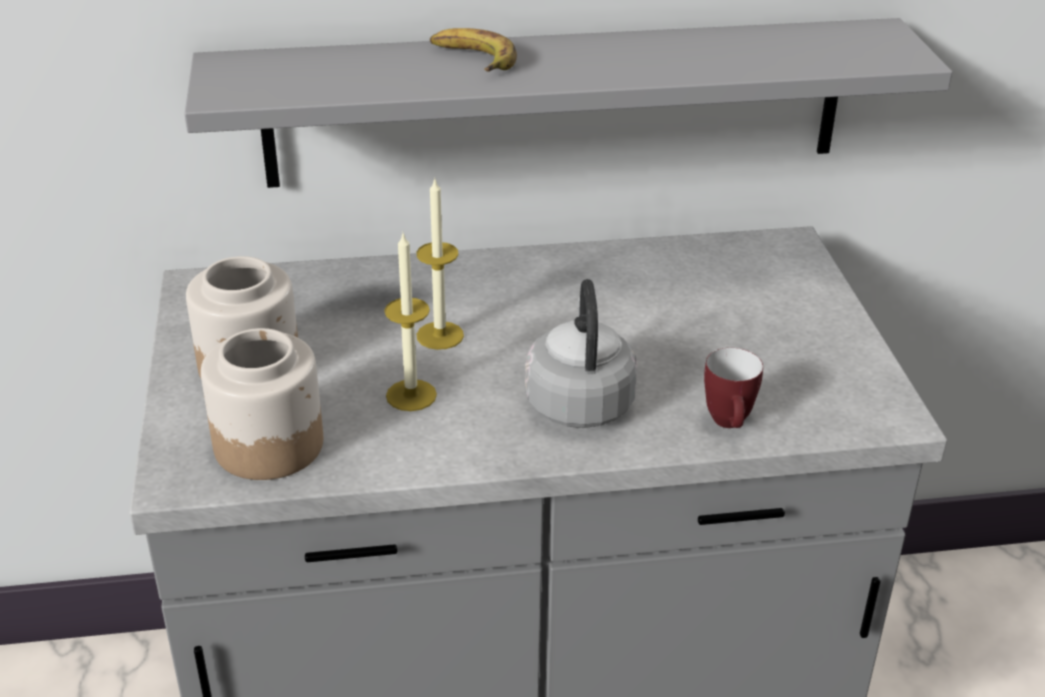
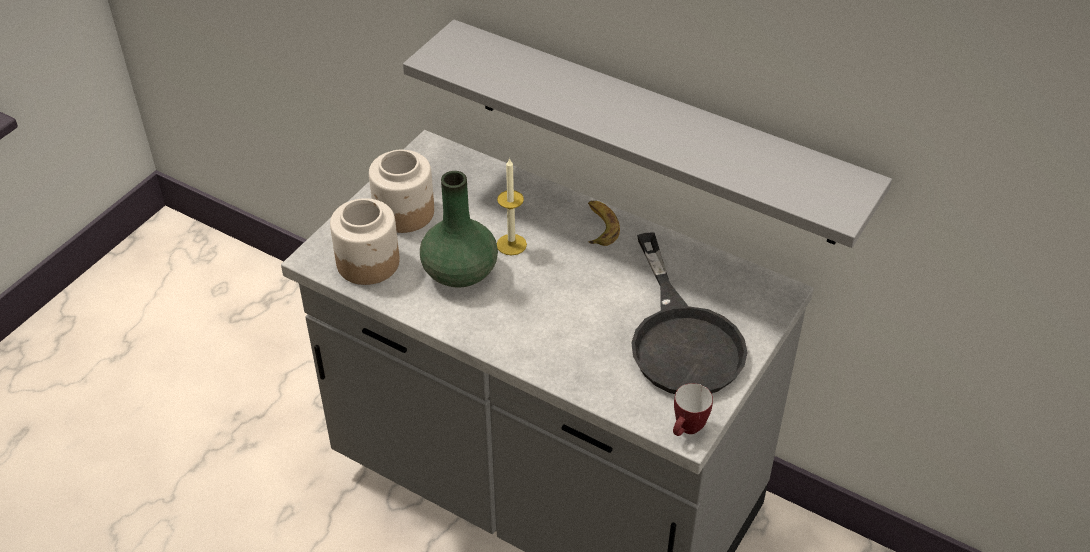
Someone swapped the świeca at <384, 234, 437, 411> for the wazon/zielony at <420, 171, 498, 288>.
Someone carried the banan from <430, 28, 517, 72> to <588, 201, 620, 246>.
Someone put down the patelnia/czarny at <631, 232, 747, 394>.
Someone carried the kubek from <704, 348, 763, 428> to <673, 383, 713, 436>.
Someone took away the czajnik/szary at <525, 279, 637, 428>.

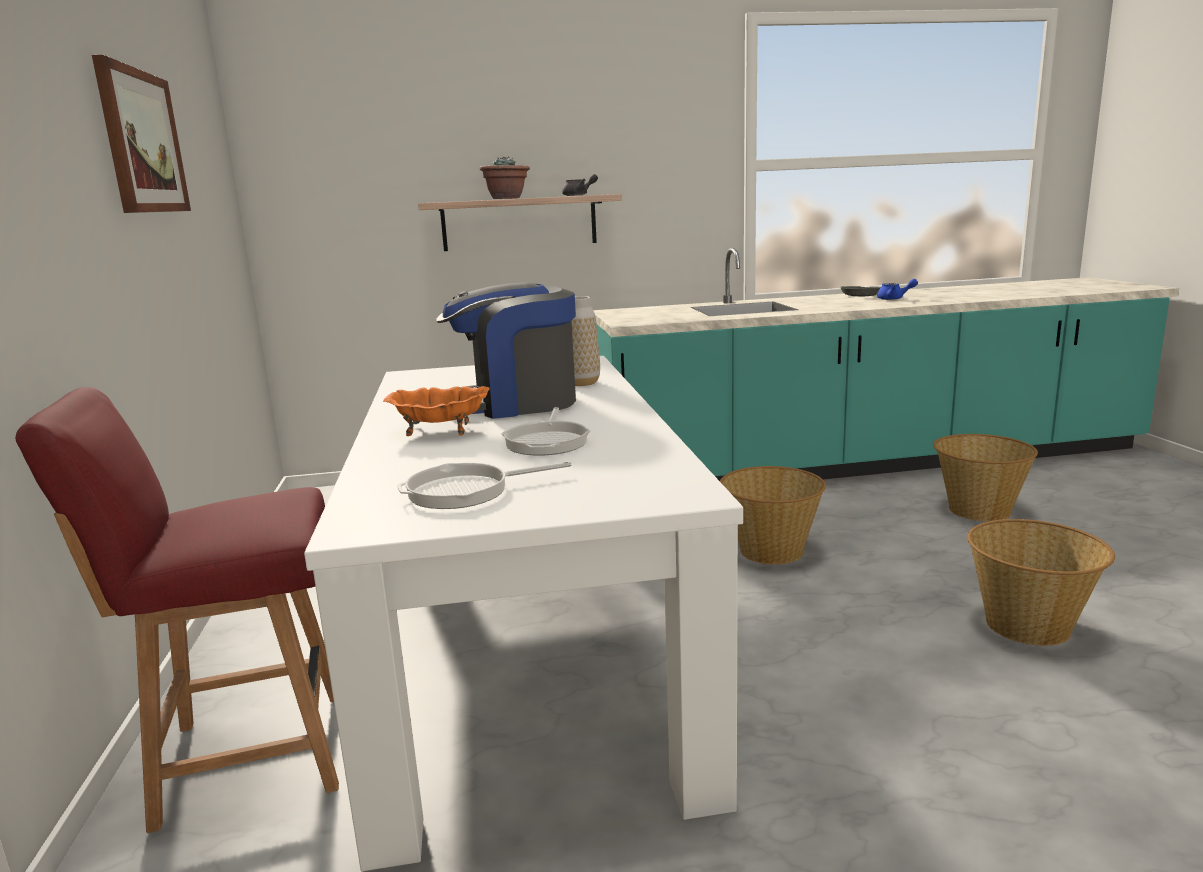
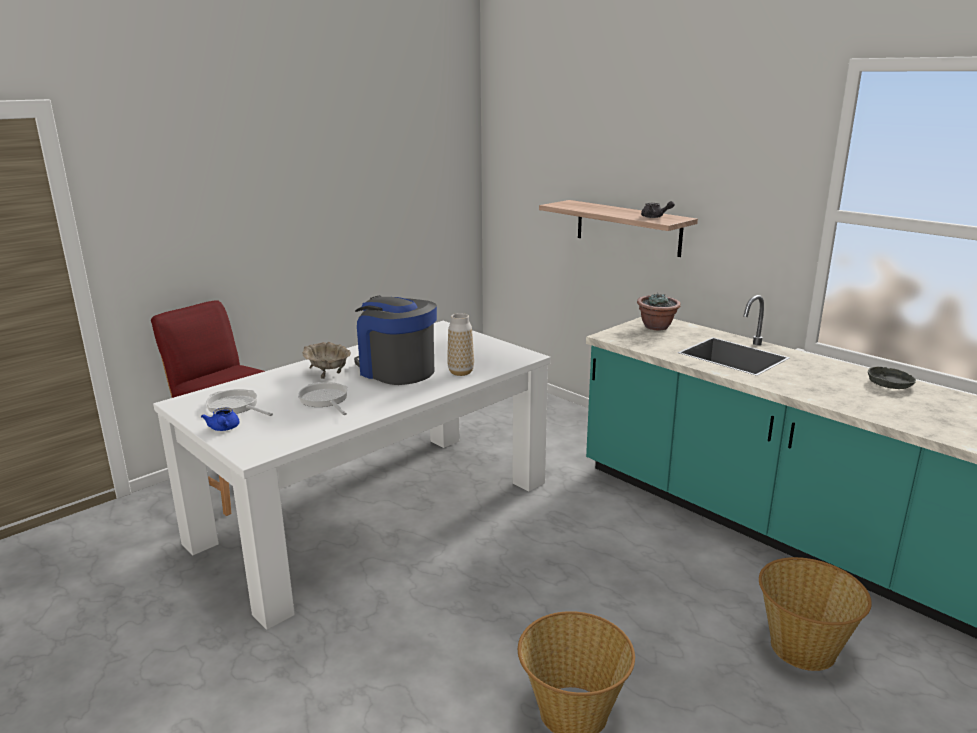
Someone carried the imbryk/niebieski from <877, 279, 918, 300> to <201, 407, 240, 431>.
Someone rotated the patelnia at <501, 407, 591, 456> by 90 degrees clockwise.
Someone repainted the miska/pomarańczowy at <383, 386, 490, 436>, which became the miska/beżowy at <302, 342, 351, 379>.
Someone carried the roślina doniczkowa from <480, 156, 530, 199> to <637, 293, 681, 330>.
Someone took away the obraz at <92, 55, 191, 213>.
Someone took away the koszyk at <720, 466, 826, 565>.

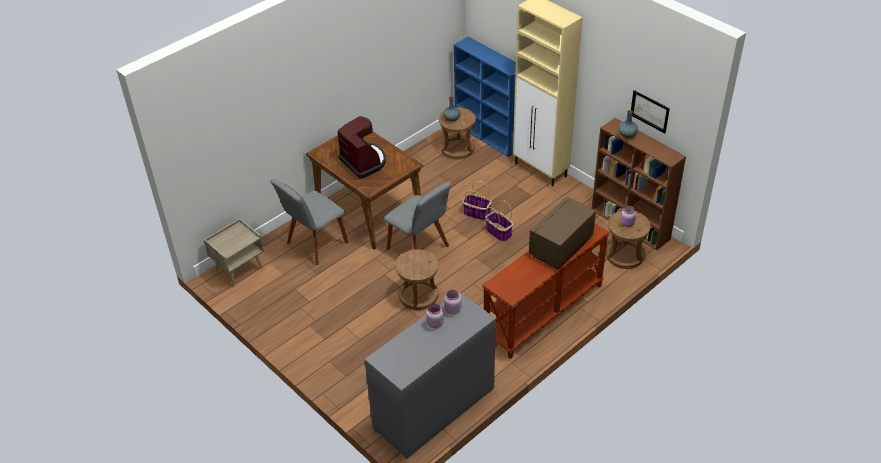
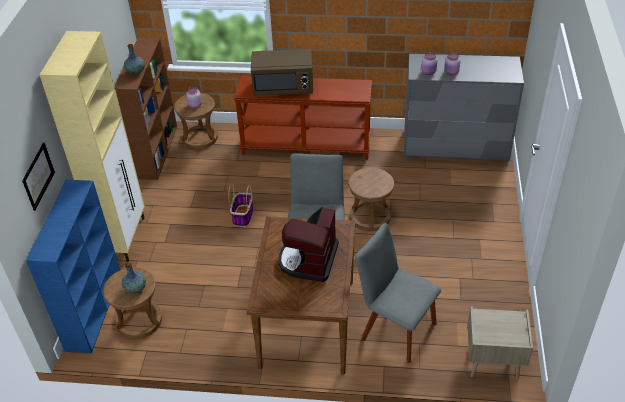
Someone carried the obraz from <631, 90, 670, 134> to <22, 143, 55, 211>.
Someone rotated the krzesło/szary at <271, 179, 349, 265> by 150 degrees counterclockwise.
Someone took away the koszyk at <463, 181, 492, 220>.

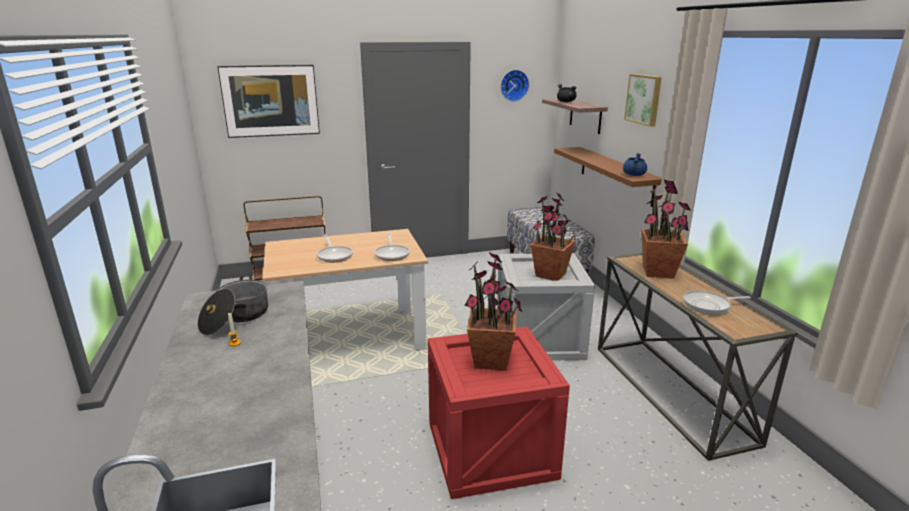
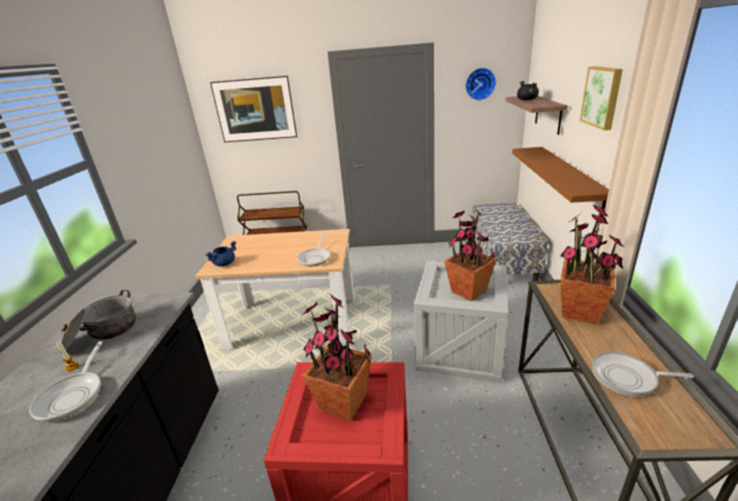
Someone carried the patelnia from <317, 235, 353, 263> to <29, 341, 103, 422>.
Someone carried the garnek/niebieski from <623, 153, 647, 176> to <205, 241, 236, 267>.

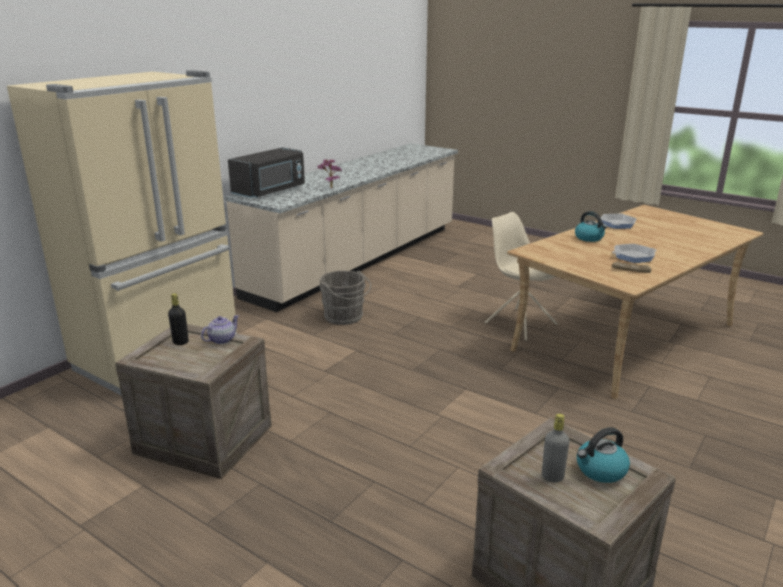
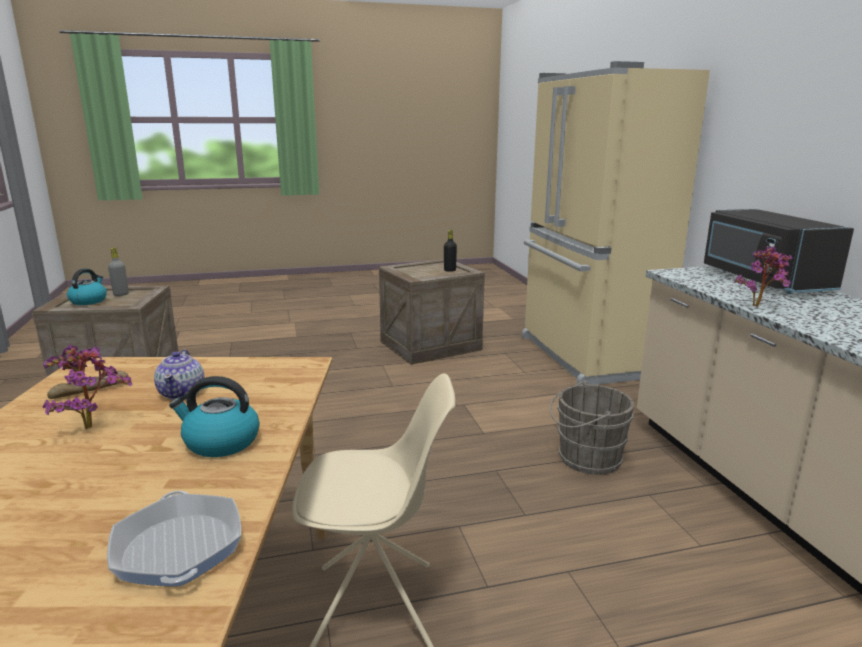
Someone swapped the patelnia at <612, 244, 657, 263> for the roślina doniczkowa at <43, 345, 132, 429>.
Someone carried the imbryk from <201, 315, 239, 344> to <154, 350, 204, 400>.

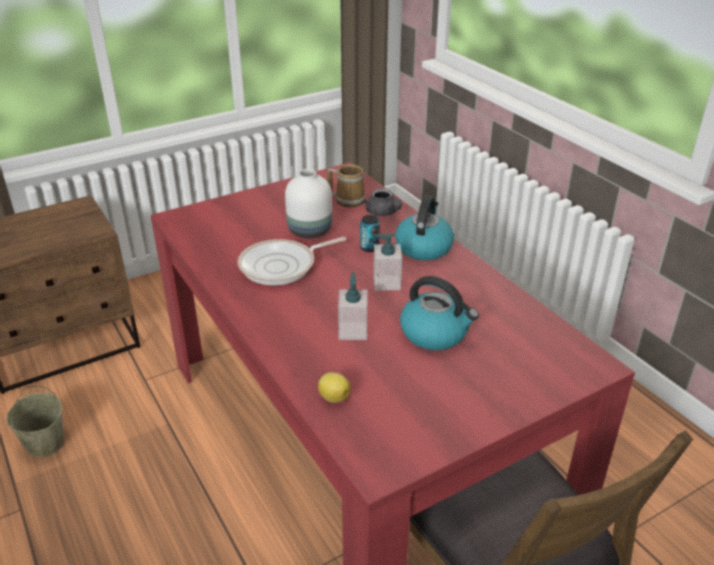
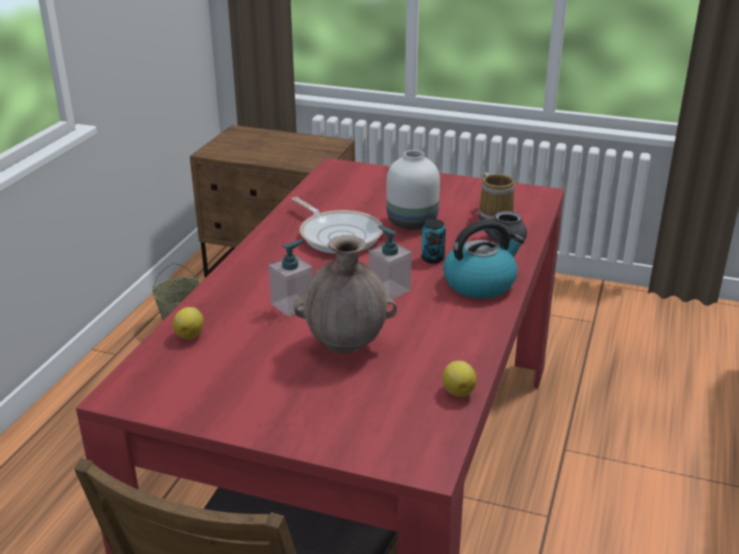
Someone rotated the patelnia at <237, 237, 346, 285> by 150 degrees counterclockwise.
Someone swapped the czajnik at <400, 276, 479, 350> for the wazon/brązowy at <294, 235, 397, 354>.
Someone put down the cytryna at <442, 361, 477, 397>.

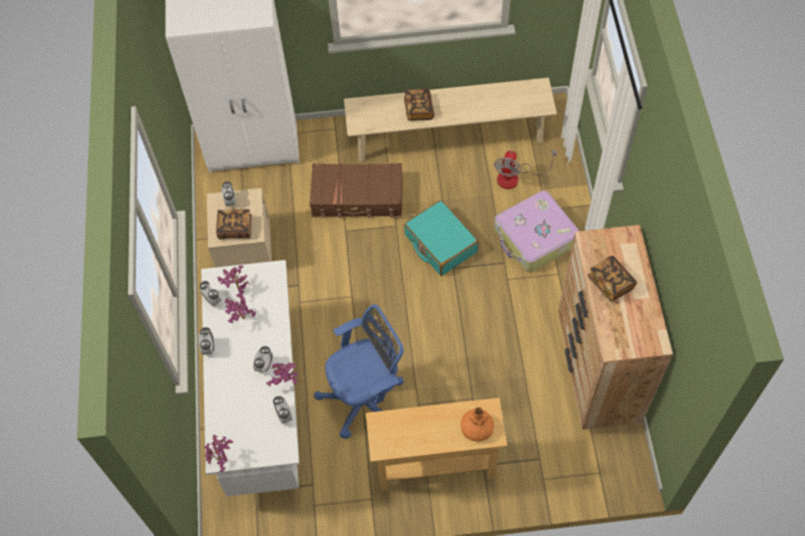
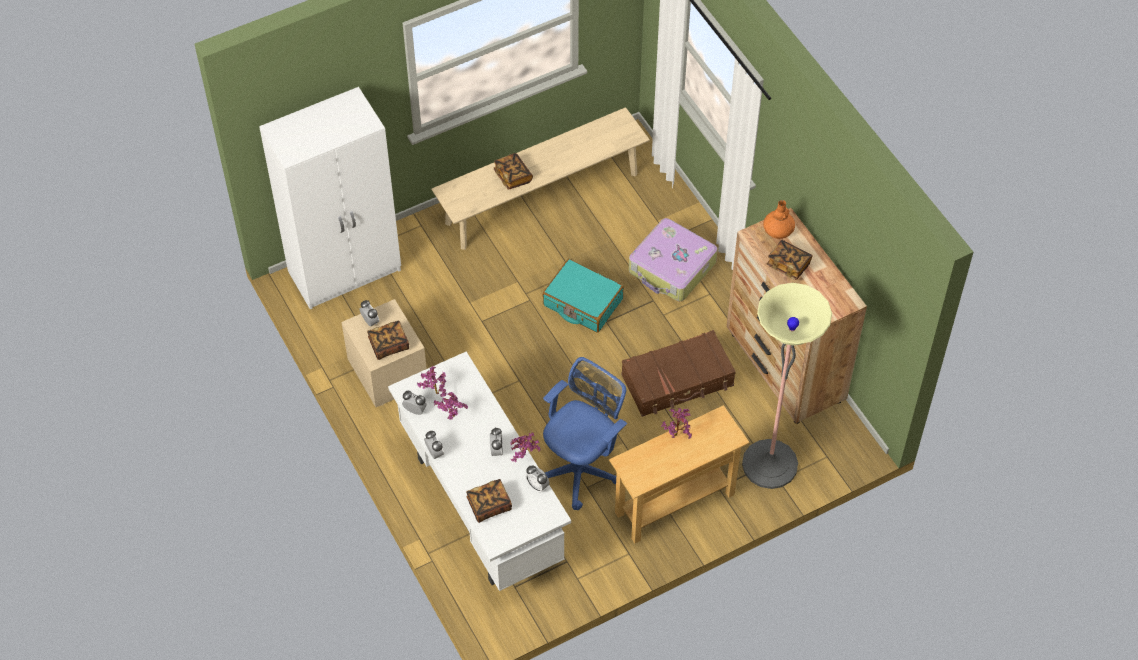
Someone put down the książka at <466, 479, 512, 523>.
Someone carried the walizka/brązowy from <310, 163, 403, 218> to <621, 330, 736, 417>.
Someone carried the roślina doniczkowa from <205, 435, 233, 472> to <661, 408, 692, 439>.
Someone put down the lampa stojąca at <742, 283, 832, 489>.
Someone carried the wazon/pomarańczowy from <461, 407, 494, 442> to <763, 200, 795, 239>.
Someone took away the wentylator at <494, 150, 557, 189>.

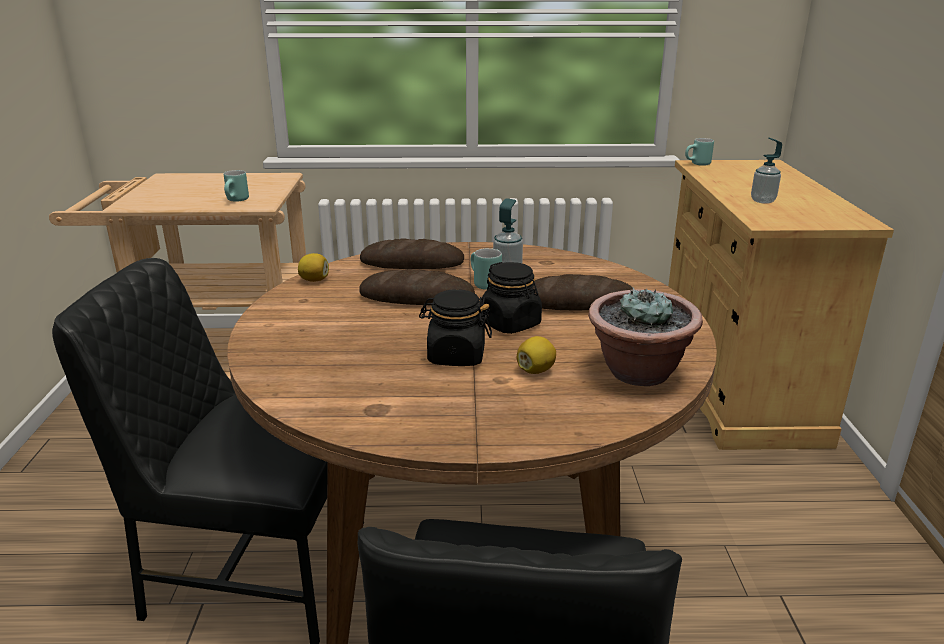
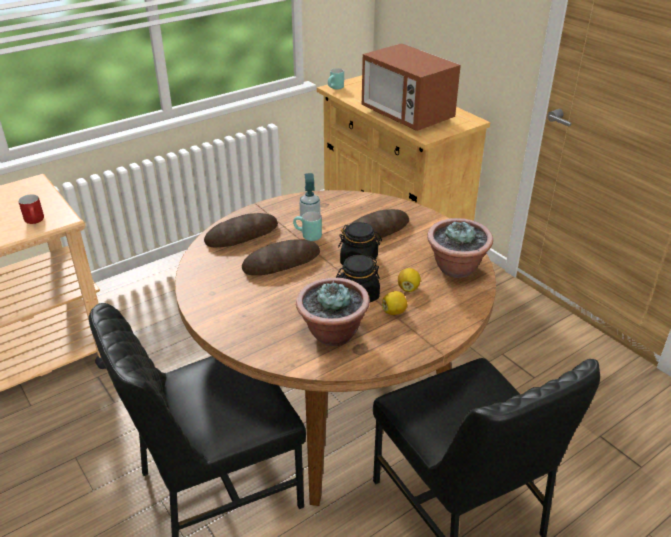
Someone repainted the kubek/turkusowy at <224, 170, 249, 202>, which became the kubek/czerwony at <18, 194, 44, 224>.
Someone put down the roślina doniczkowa at <296, 278, 370, 346>.
Someone swapped the dozownik mydła at <751, 137, 782, 204> for the mikrofalówka at <362, 43, 461, 131>.
Someone carried the cytryna from <298, 253, 329, 282> to <382, 291, 407, 315>.

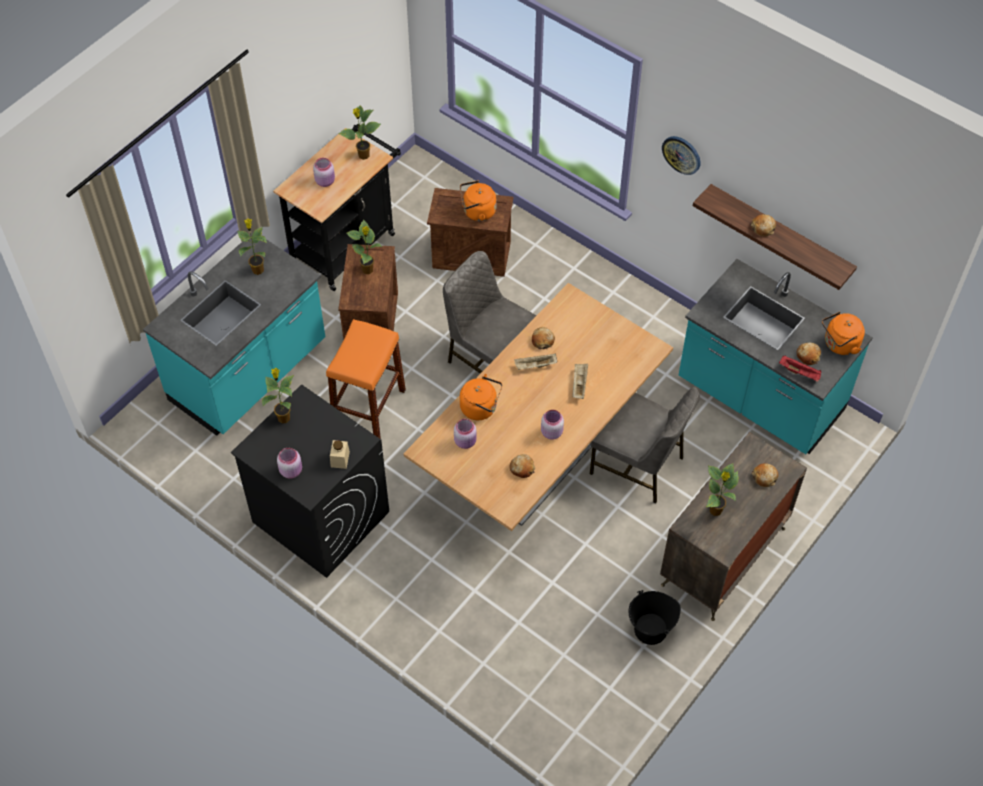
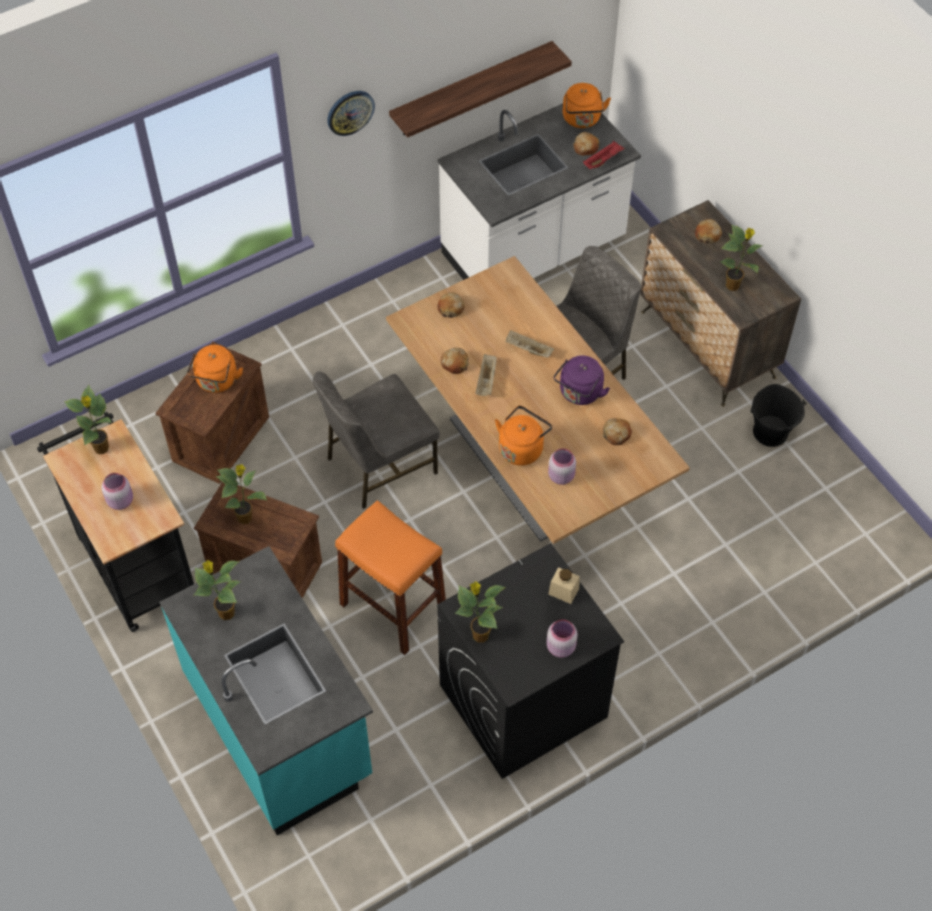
Someone repainted the zabudowa kuchenna/turkusowy at <679, 259, 873, 454>, which became the zabudowa kuchenna/biały at <438, 103, 641, 280>.
Someone carried the chleb from <750, 214, 776, 236> to <438, 292, 465, 318>.
Someone swapped the słoik/różowy at <541, 410, 564, 440> for the czajnik/fioletowy at <554, 356, 610, 405>.

